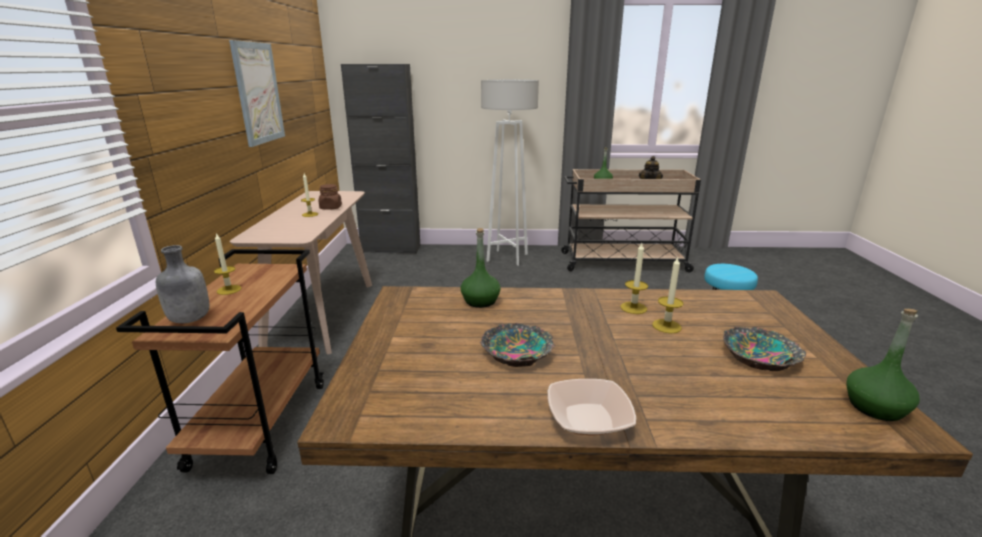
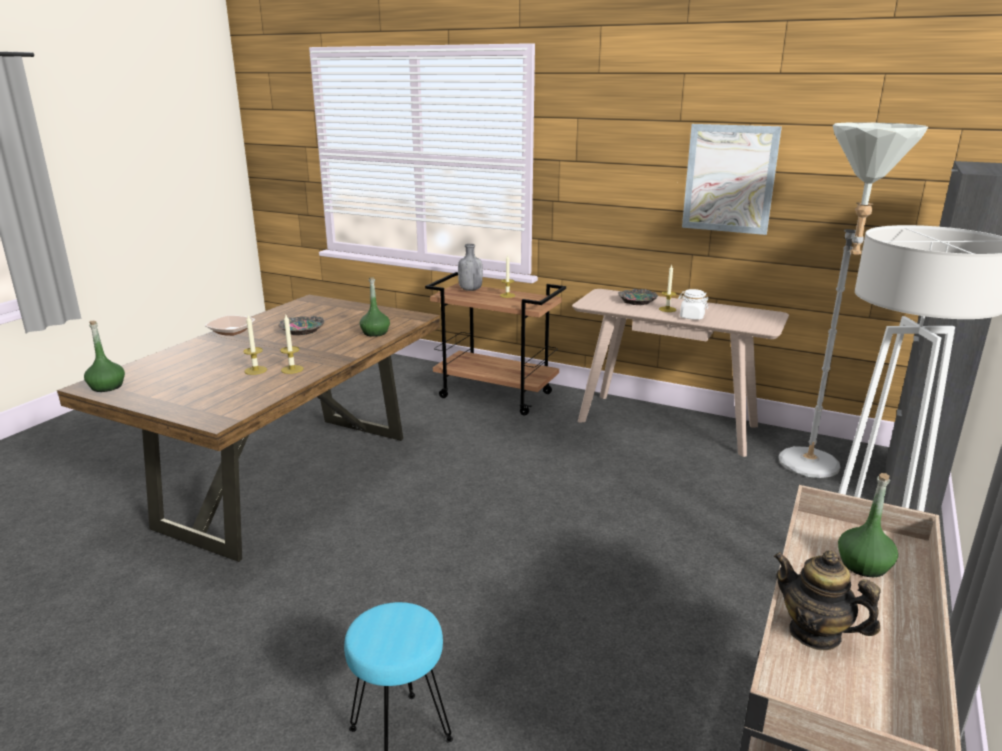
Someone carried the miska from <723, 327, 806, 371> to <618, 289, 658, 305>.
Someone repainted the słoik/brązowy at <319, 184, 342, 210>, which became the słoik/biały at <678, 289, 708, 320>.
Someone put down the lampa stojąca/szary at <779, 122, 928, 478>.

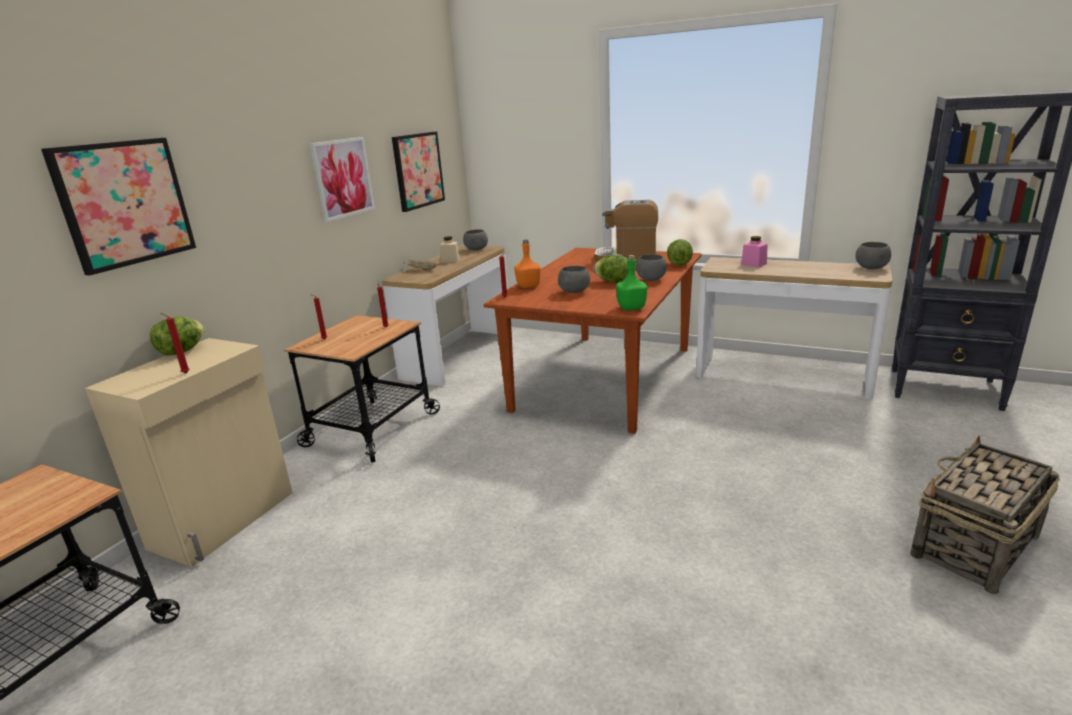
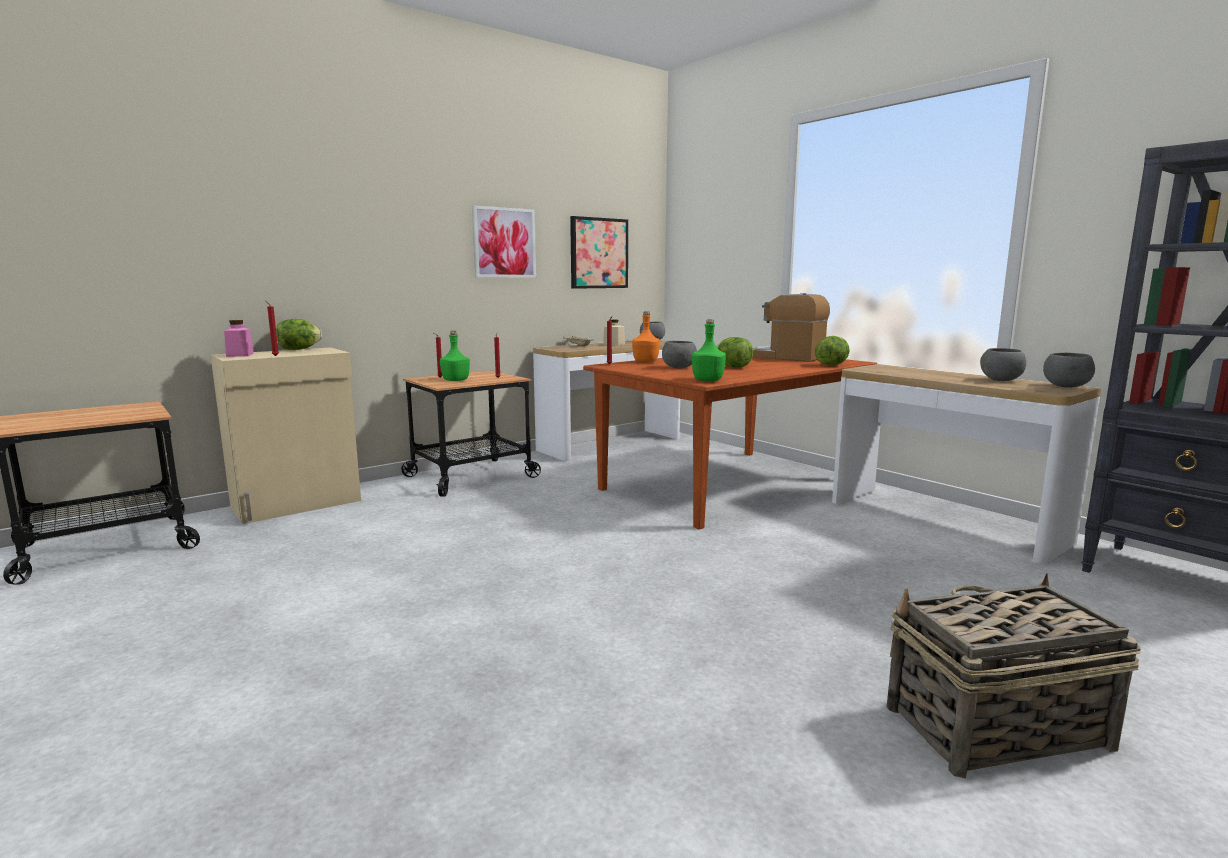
Someone carried the słoik/różowy from <741, 236, 768, 267> to <224, 320, 254, 357>.
Someone put down the butelka/zielony at <440, 331, 470, 381>.
Someone carried the miska/szary from <636, 254, 667, 281> to <980, 348, 1026, 381>.
Someone took away the obraz at <41, 138, 196, 275>.

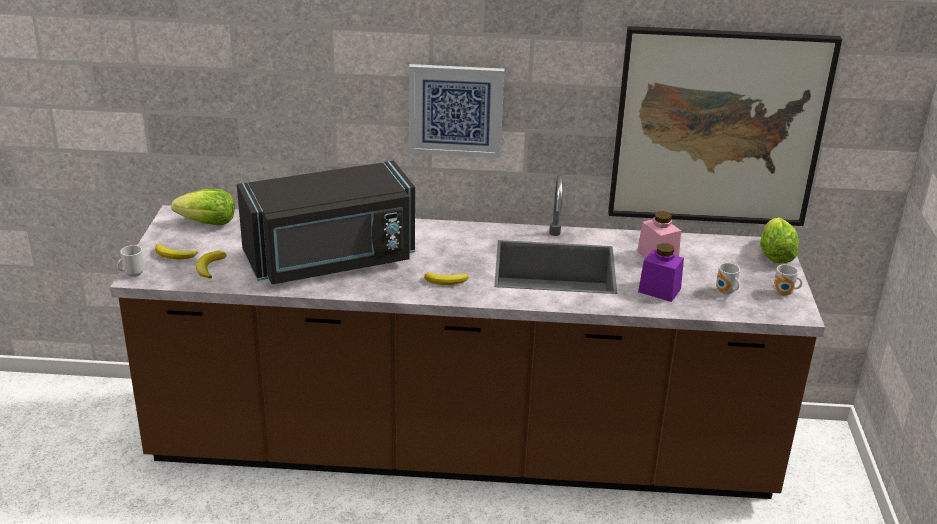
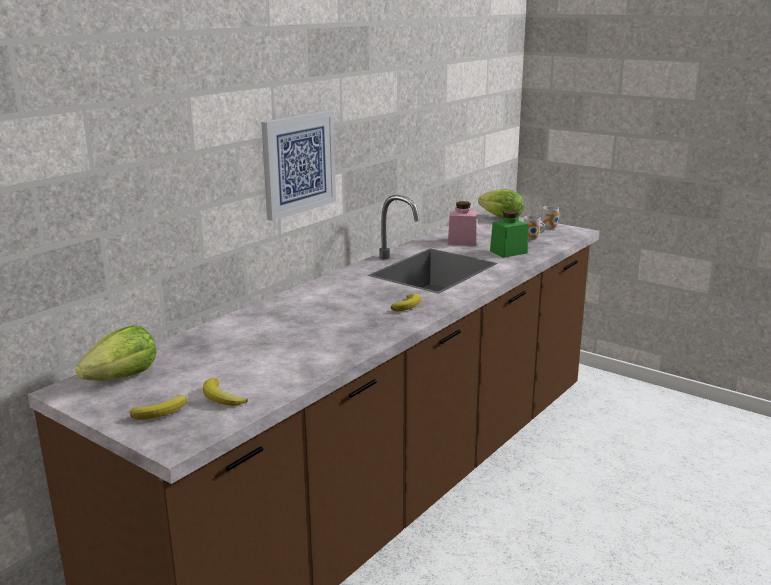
Someone repainted the słoik/fioletowy at <638, 243, 684, 302>, which became the słoik/zielony at <490, 210, 528, 258>.
Someone took away the kubek at <117, 245, 144, 277>.
Someone took away the mikrofalówka/czarny at <237, 161, 415, 284>.
Someone took away the obraz at <608, 26, 842, 226>.

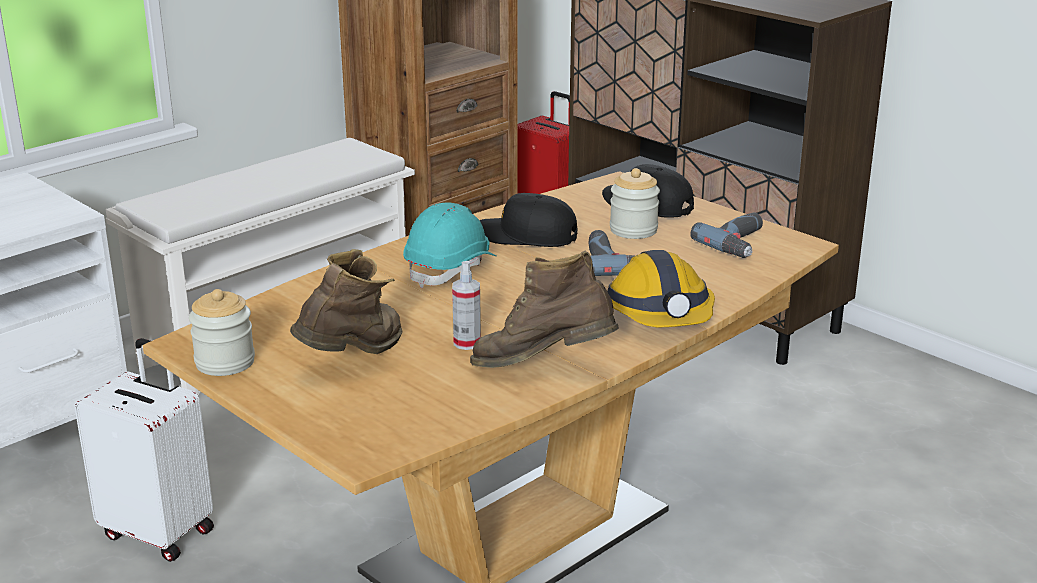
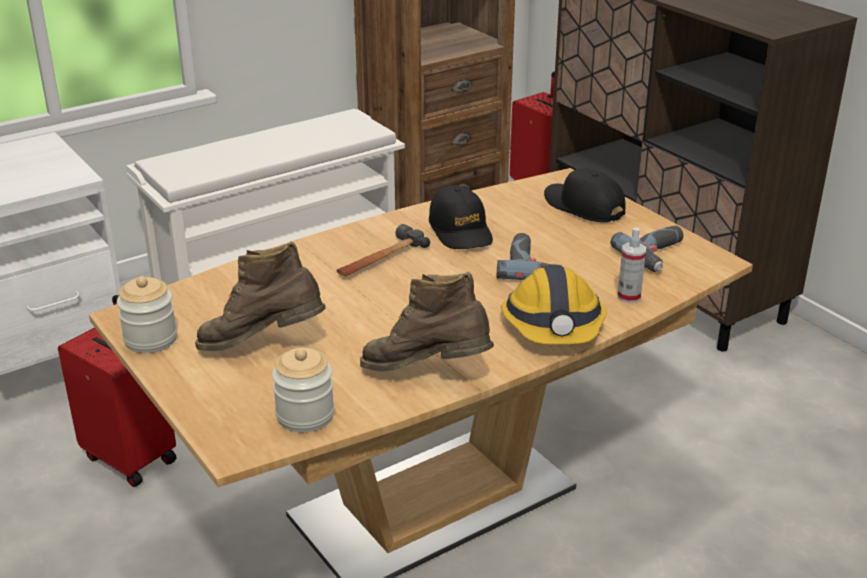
Someone repainted the walizka/biały at <74, 338, 214, 562>, which became the walizka/czerwony at <58, 295, 177, 487>.
Someone rotated the but z cholewką/brązowy at <290, 249, 402, 354> by 135 degrees counterclockwise.
Someone carried the słoik from <610, 168, 660, 239> to <272, 348, 334, 432>.
Someone swapped the kask/turkusowy at <403, 202, 496, 288> for the młotek at <336, 224, 430, 276>.
Someone rotated the czapka z daszkiem/czarny at <479, 193, 578, 247> by 135 degrees counterclockwise.
Someone carried the spryskiwacz from <452, 261, 481, 350> to <617, 228, 646, 303>.

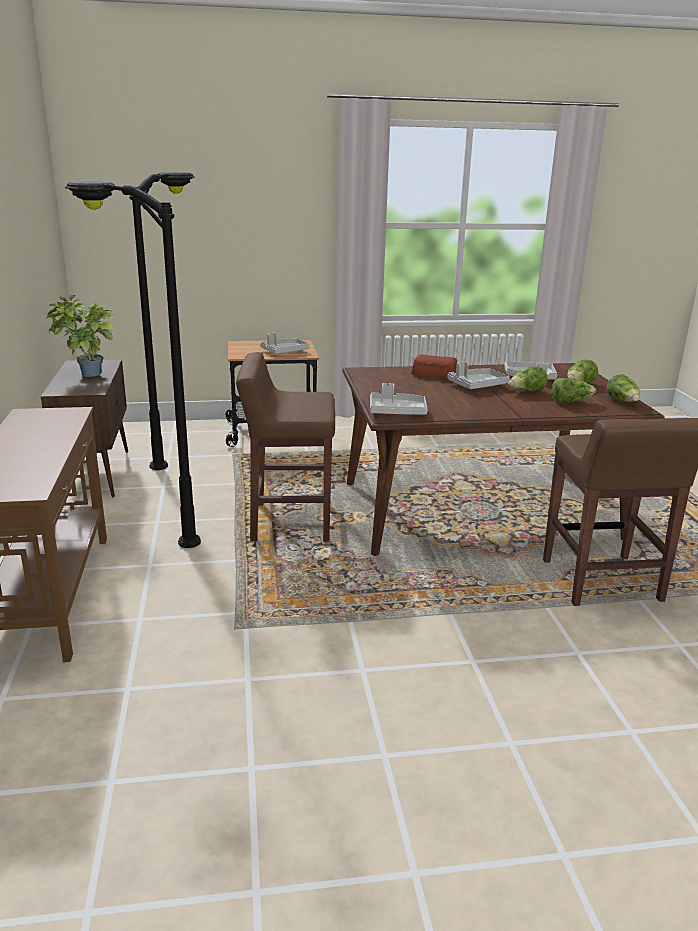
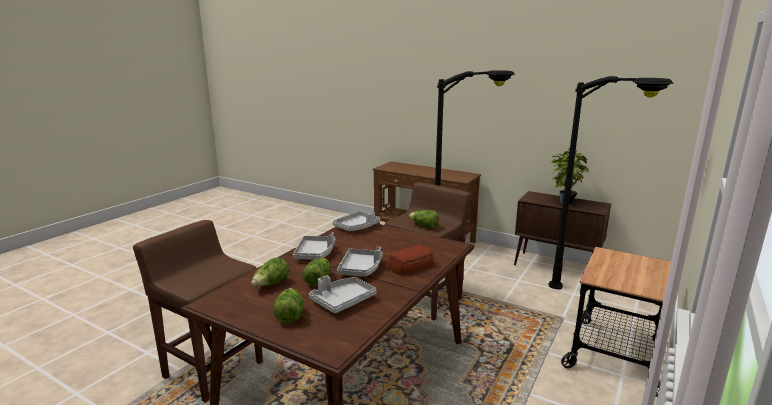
Someone carried the taca/szary from <260, 333, 310, 354> to <293, 232, 335, 260>.
Someone carried the sałata from <607, 374, 640, 402> to <409, 210, 439, 228>.

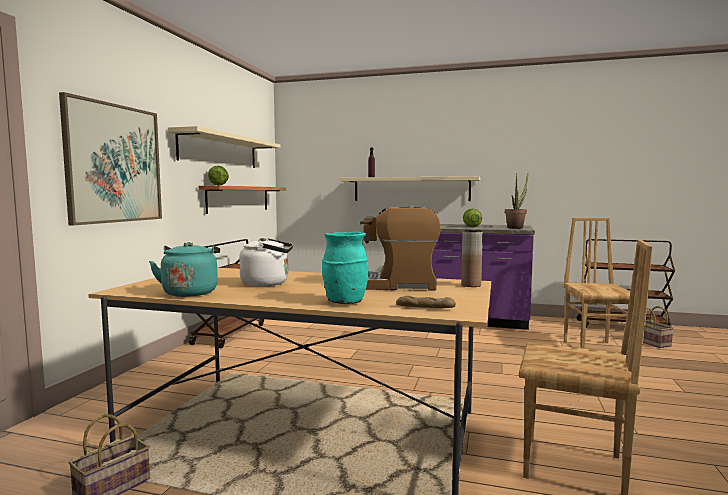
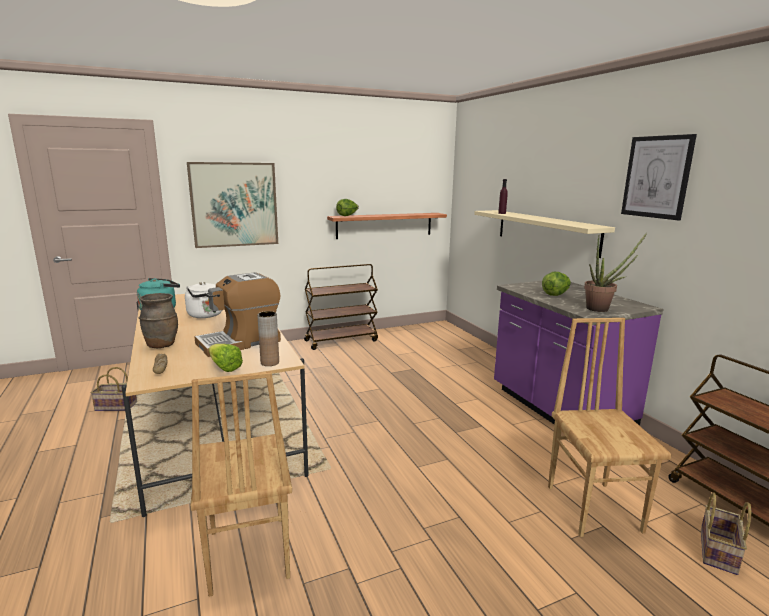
Someone repainted the wazon/turkusowy at <322, 232, 369, 304>, which became the wazon/brązowy at <139, 293, 178, 348>.
Someone rotated the ekspres do kawy at <360, 205, 441, 291> by 90 degrees counterclockwise.
Someone put down the sałata at <209, 344, 243, 372>.
Someone rotated the krzesło/brązowy at <563, 218, 630, 349> by 60 degrees counterclockwise.
Someone put up the obraz at <621, 134, 697, 220>.
Someone took away the półka/beżowy at <168, 126, 281, 168>.

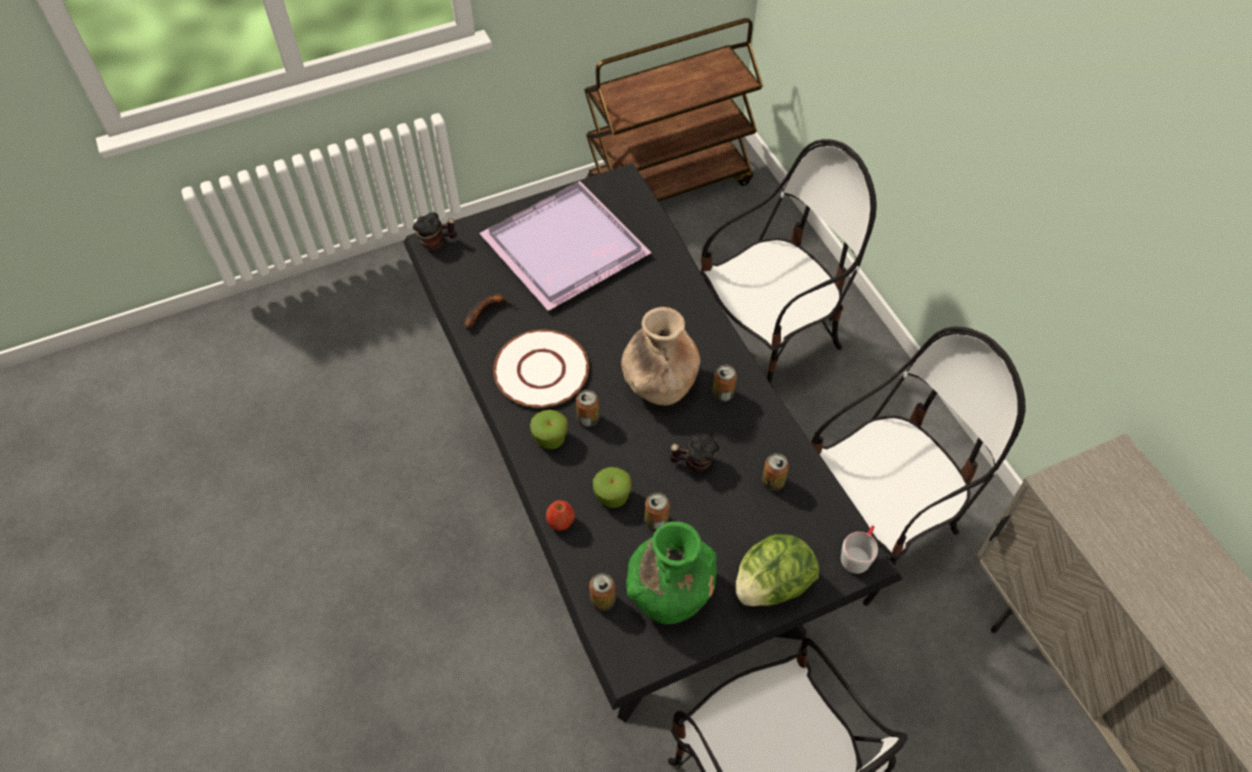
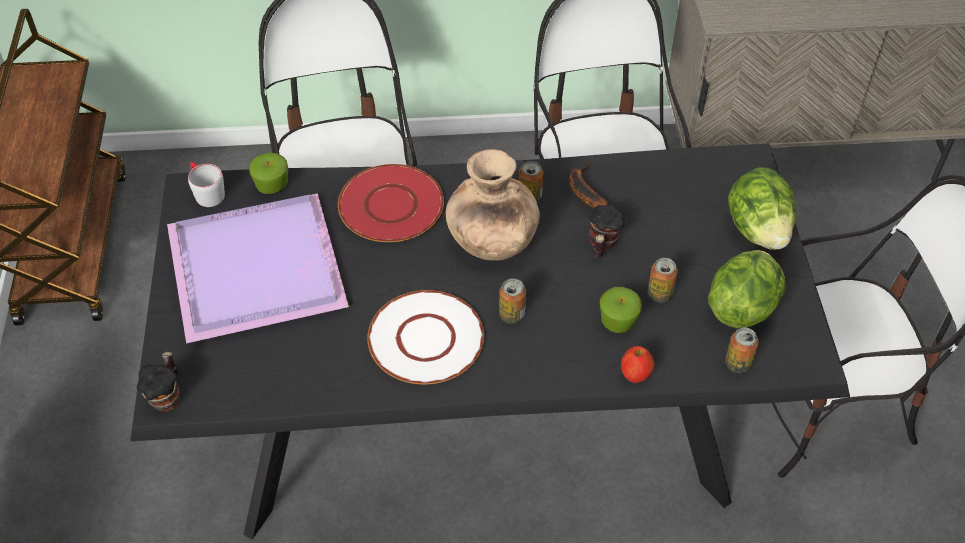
Someone carried the kubek/szary from <841, 525, 878, 574> to <188, 162, 225, 207>.
Someone carried the jabłko from <530, 410, 568, 449> to <249, 152, 288, 194>.
Someone put down the talerz/czerwony at <338, 164, 444, 242>.
Someone carried the banan from <465, 293, 515, 330> to <569, 163, 610, 208>.
Someone swapped the wazon/zielony at <626, 521, 717, 624> for the sałata at <708, 250, 786, 328>.
Someone took away the puszka at <762, 453, 789, 491>.

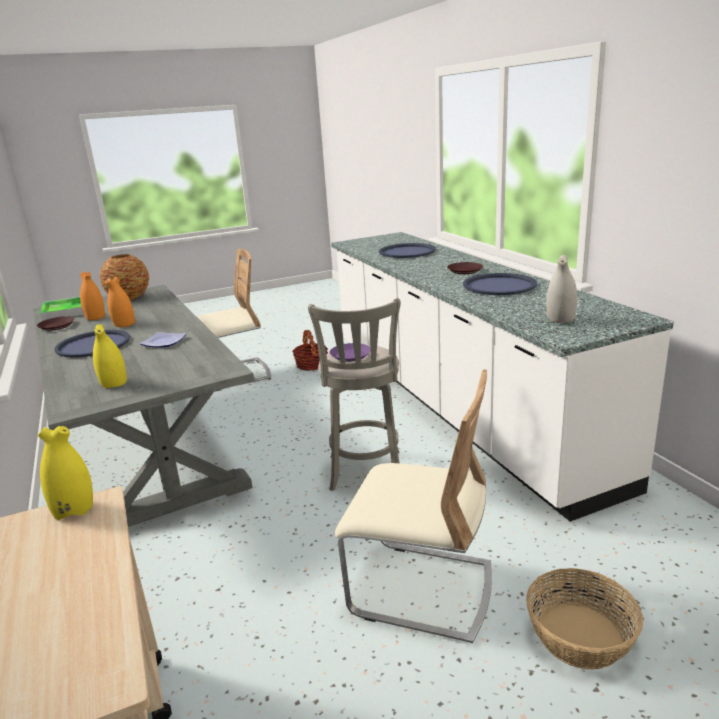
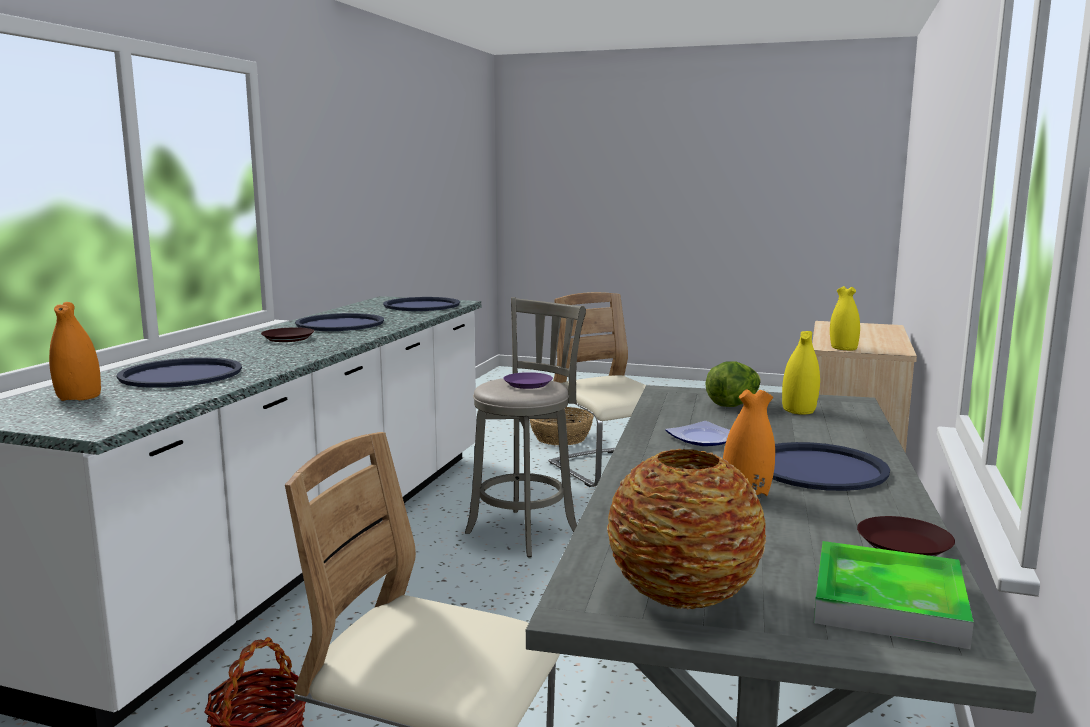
Someone carried the wazon/pomarańczowy from <80, 271, 105, 320> to <49, 302, 101, 401>.
Someone swapped the wazon/biały at <546, 255, 577, 323> for the taca/niebieski at <383, 297, 460, 311>.
Someone put down the sałata at <705, 361, 761, 407>.

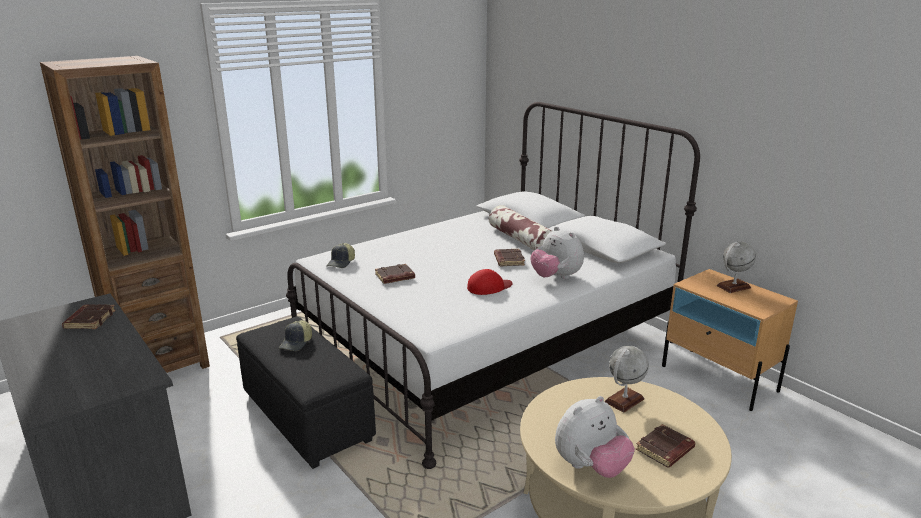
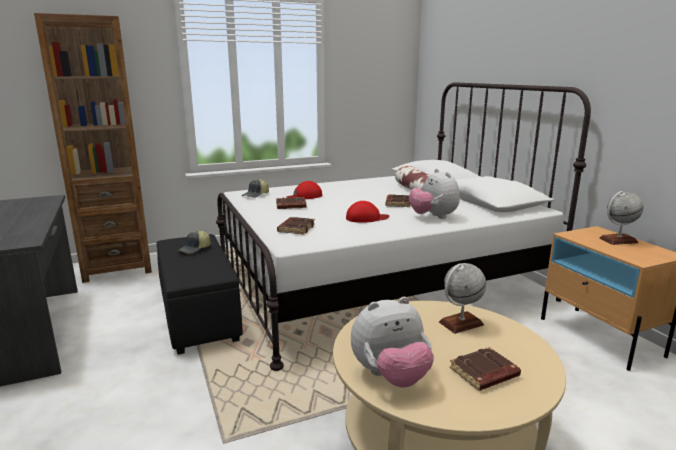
Someone carried the książka/brązowy from <62, 304, 116, 329> to <277, 217, 315, 235>.
Someone put down the czapka z daszkiem/czerwony at <286, 181, 322, 199>.

